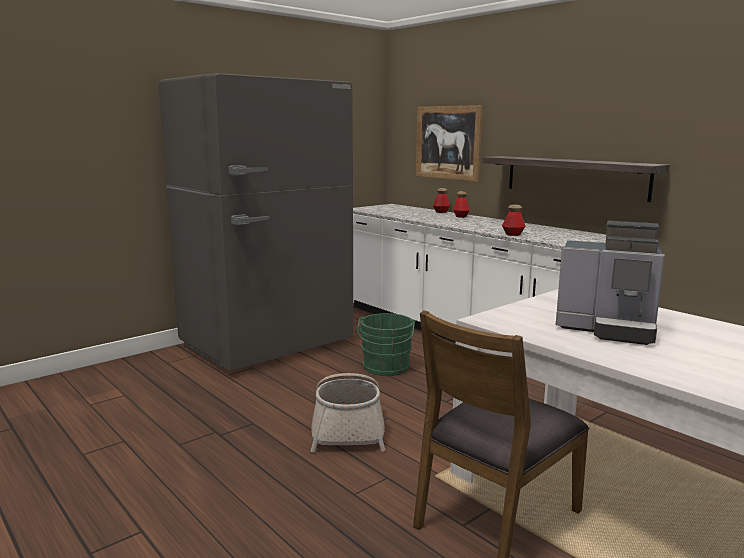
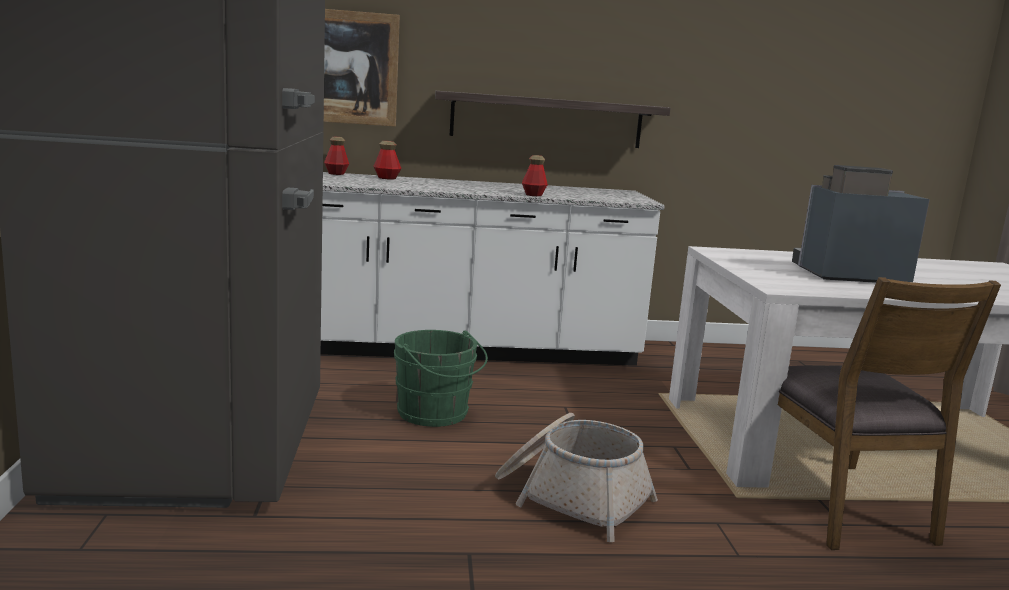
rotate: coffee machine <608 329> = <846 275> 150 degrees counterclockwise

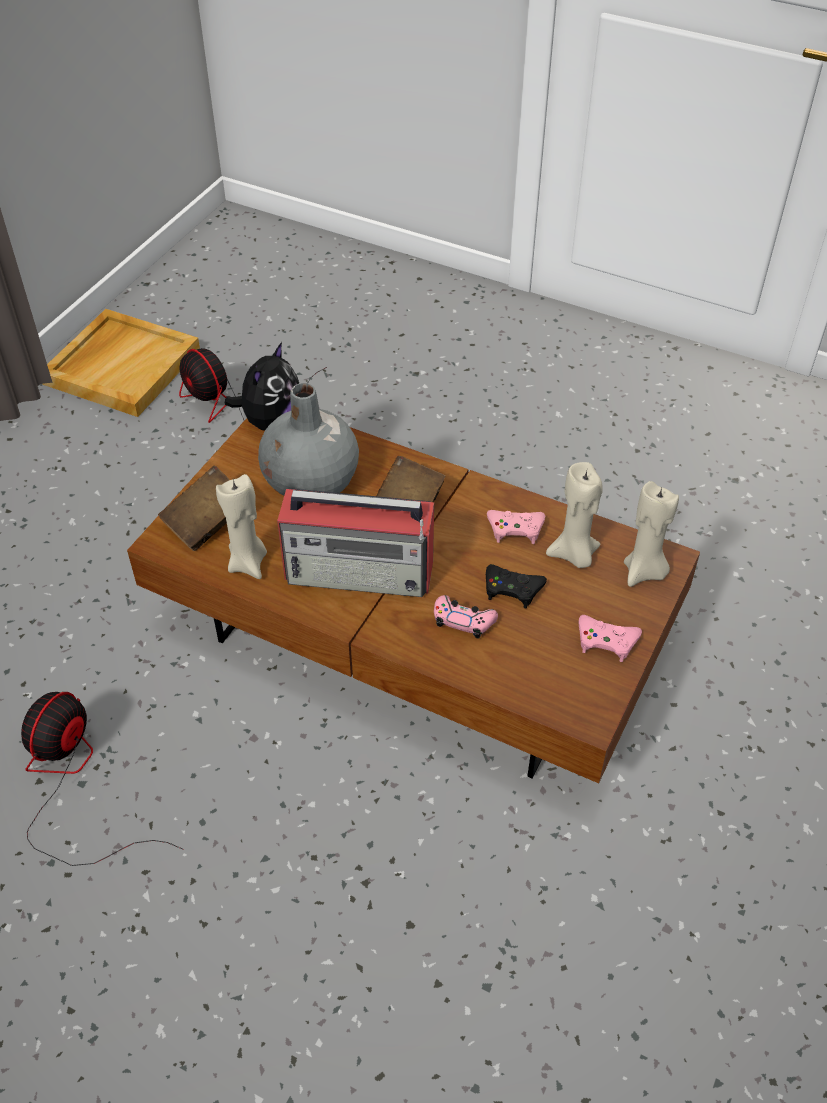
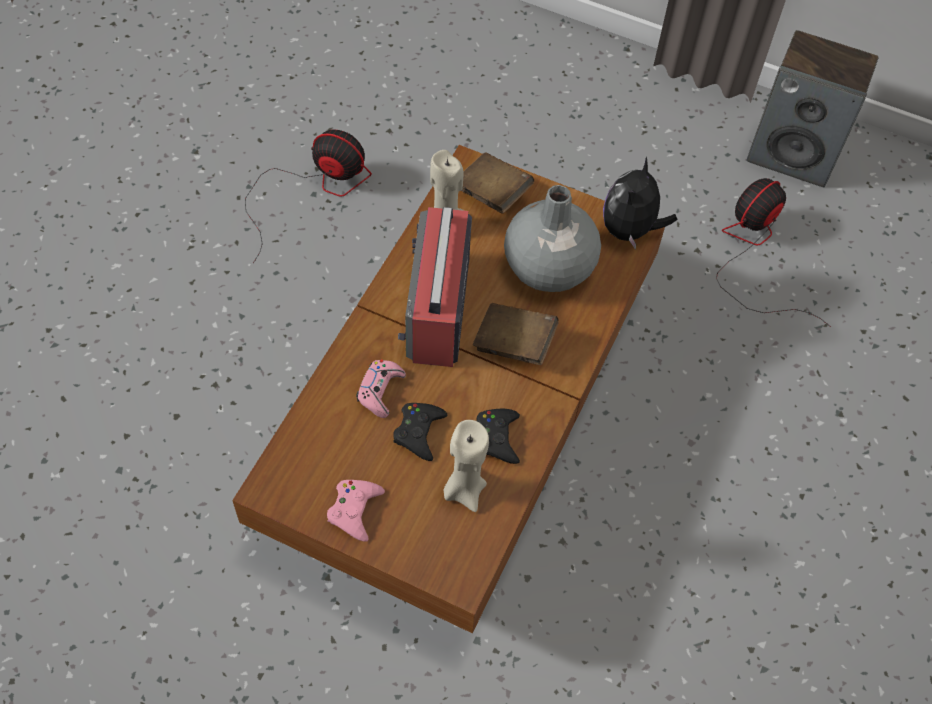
delete: beige candle <644 572>
replace: beige tray <122 366> to speaker <793 154>
recolor: pink game controller <515 529> to black game controller <497 438>
rotate: plush toy <270 421> = <630 230> 90 degrees clockwise

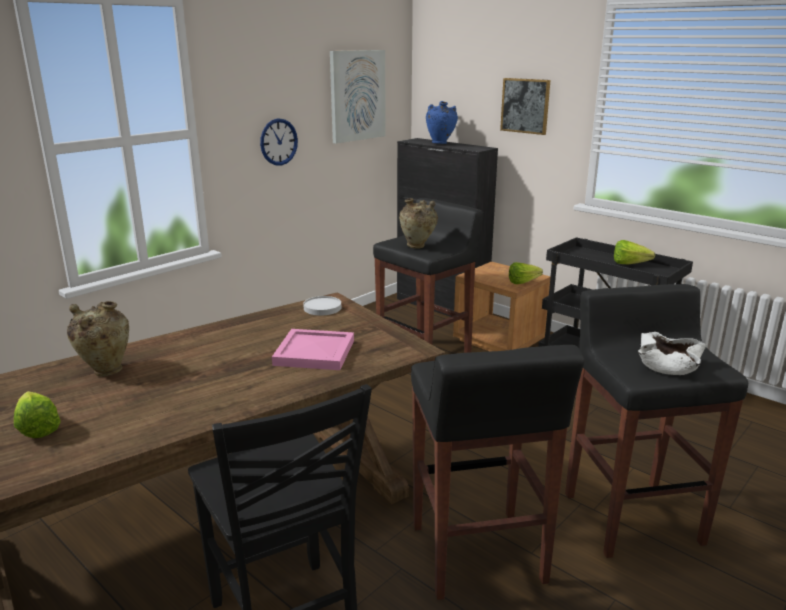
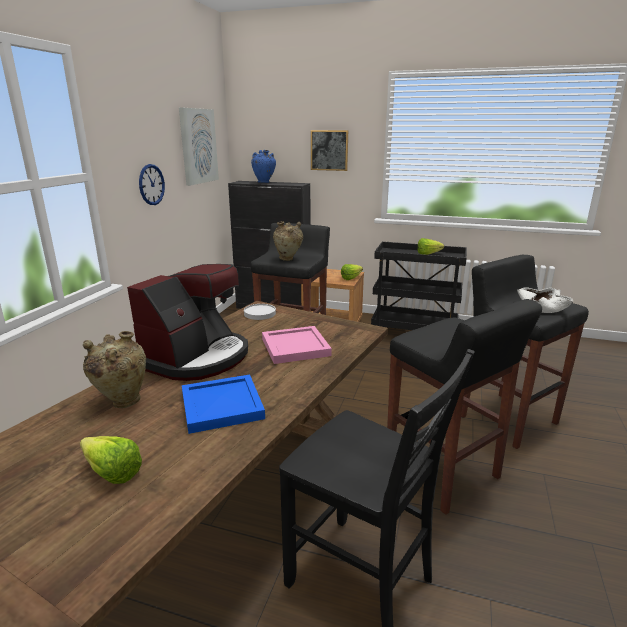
insert: coffee machine <197 358>; blue tray <223 405>

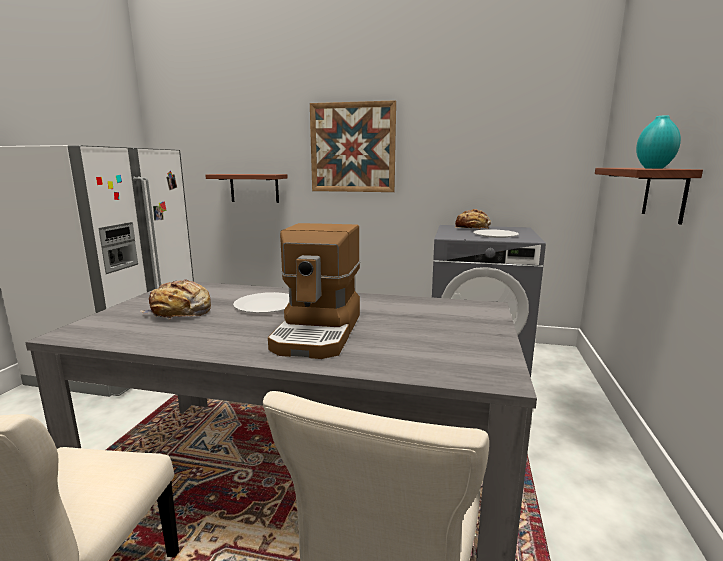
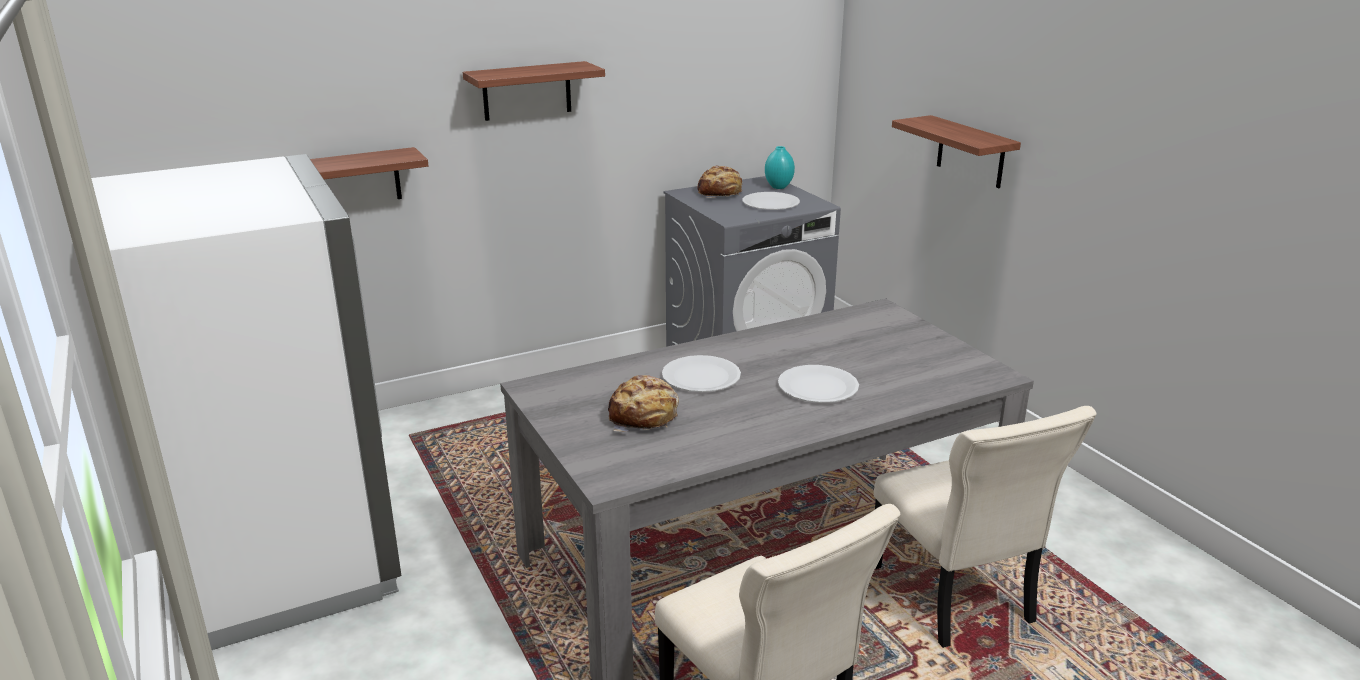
move: turquoise vase <654 168> to <779 187>
replace: picture <352 148> to shelf <527 91>; coffee machine <319 332> to white plate <818 386>

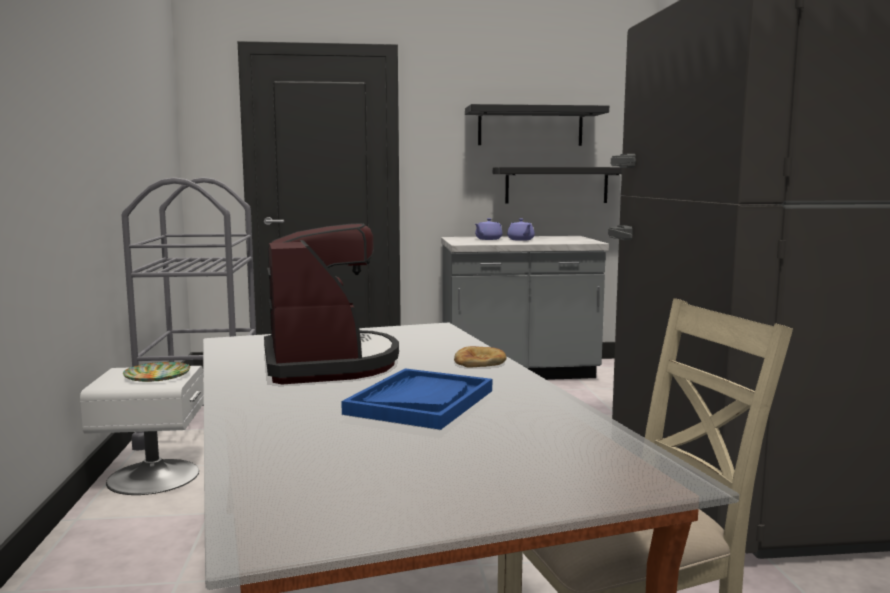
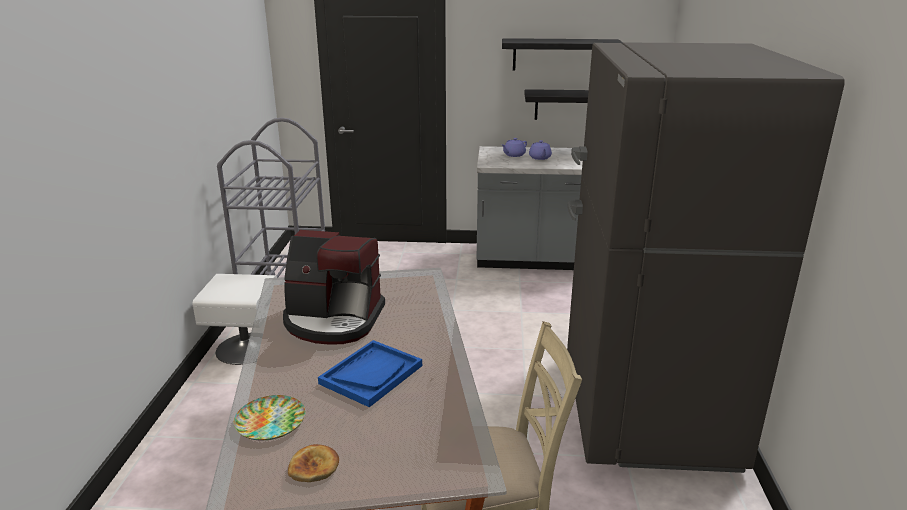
move: bread <480 362> to <314 466>; plate <158 376> to <271 422>
rotate: coffee machine <328 363> = <333 320> 105 degrees clockwise

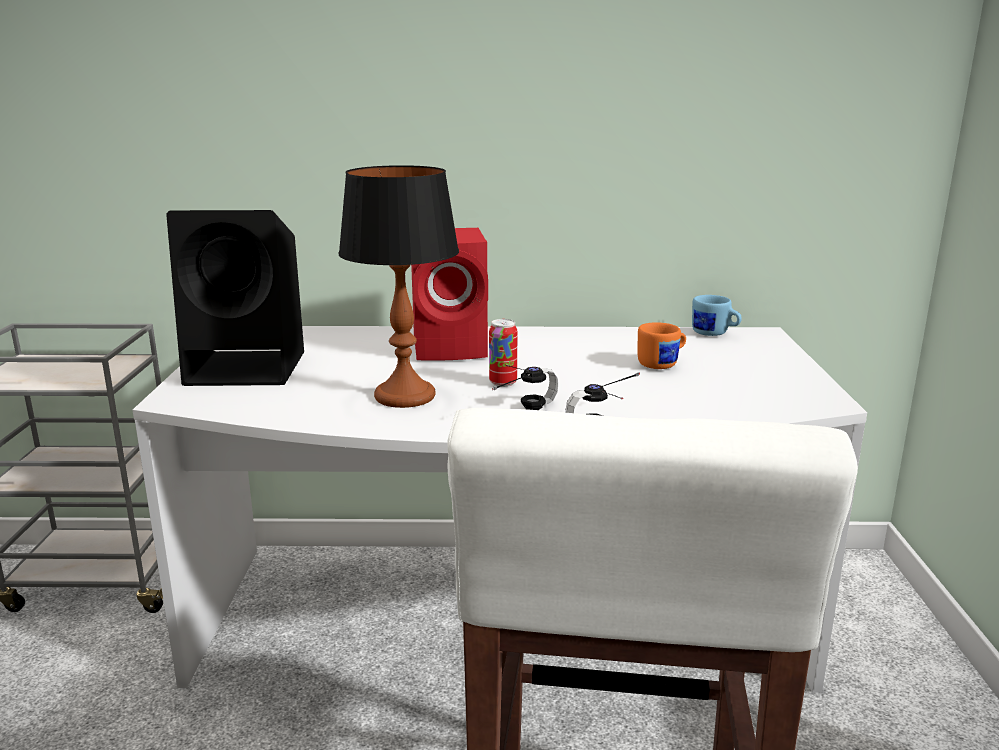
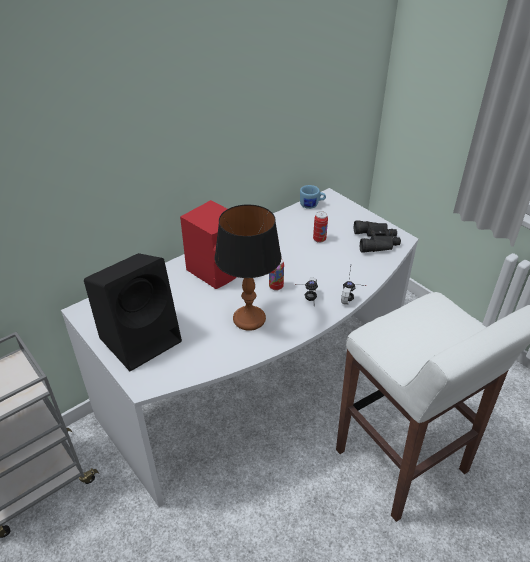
insert: black binoculars <377 241>
replace: orange mug <662 364> to can <319 239>

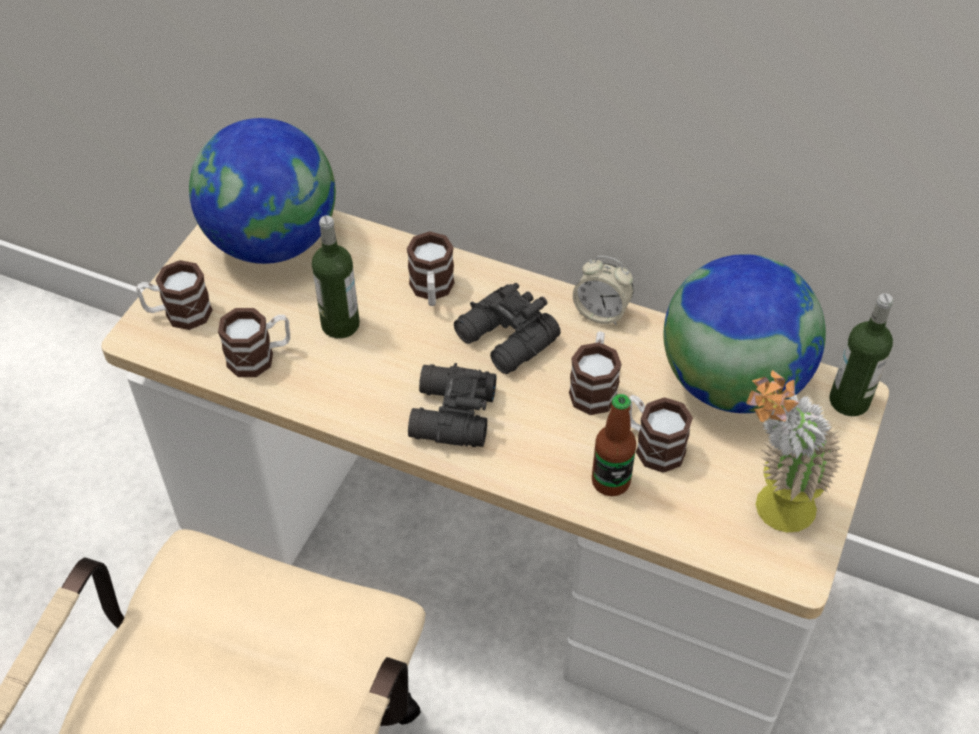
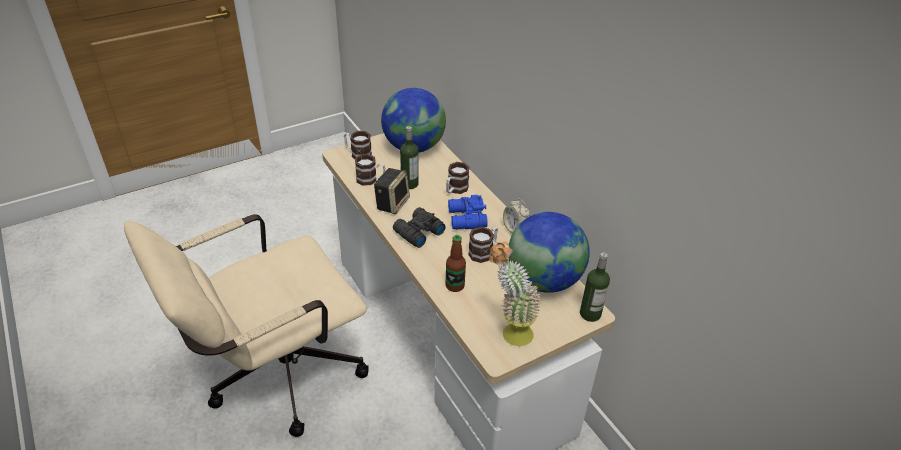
delete: mug <652 445>
insert: speaker <392 203>
recolor: black binoculars <506 340> to blue binoculars <466 219>

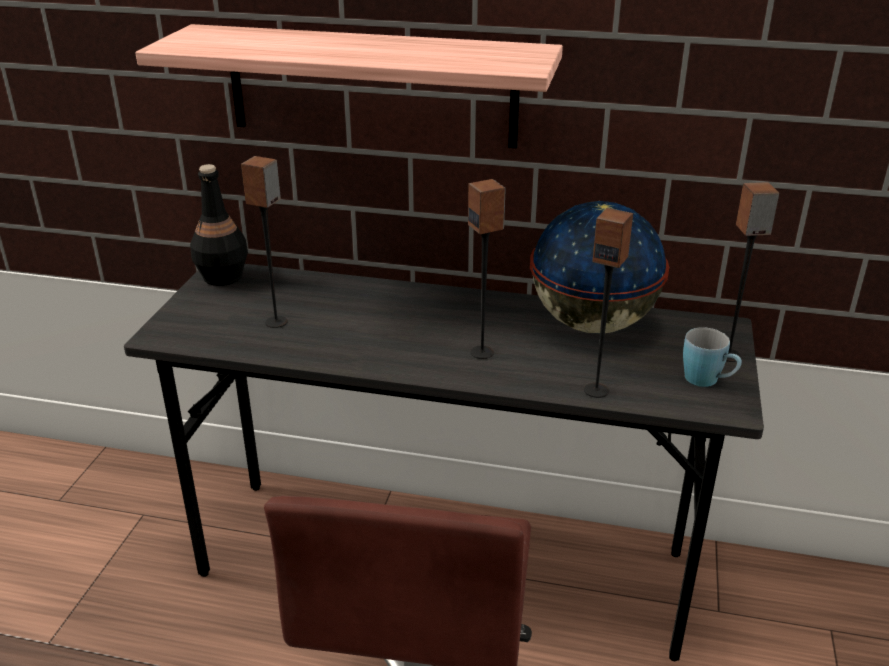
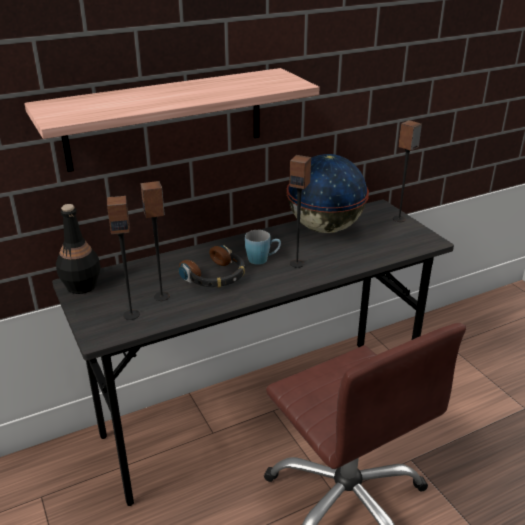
insert: headphones <215 276>
move: speaker <596 390> to <131 314>; blue mug <708 381> to <262 260>

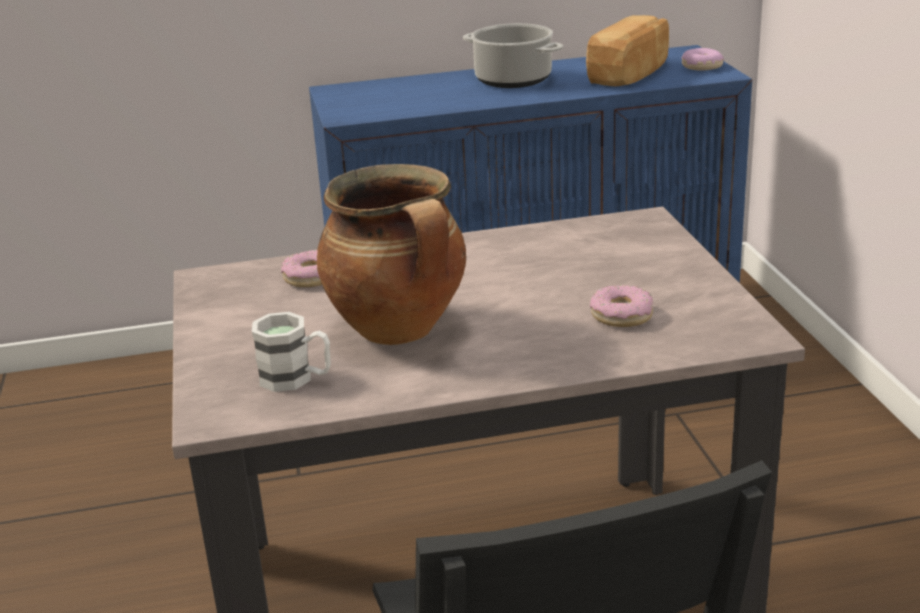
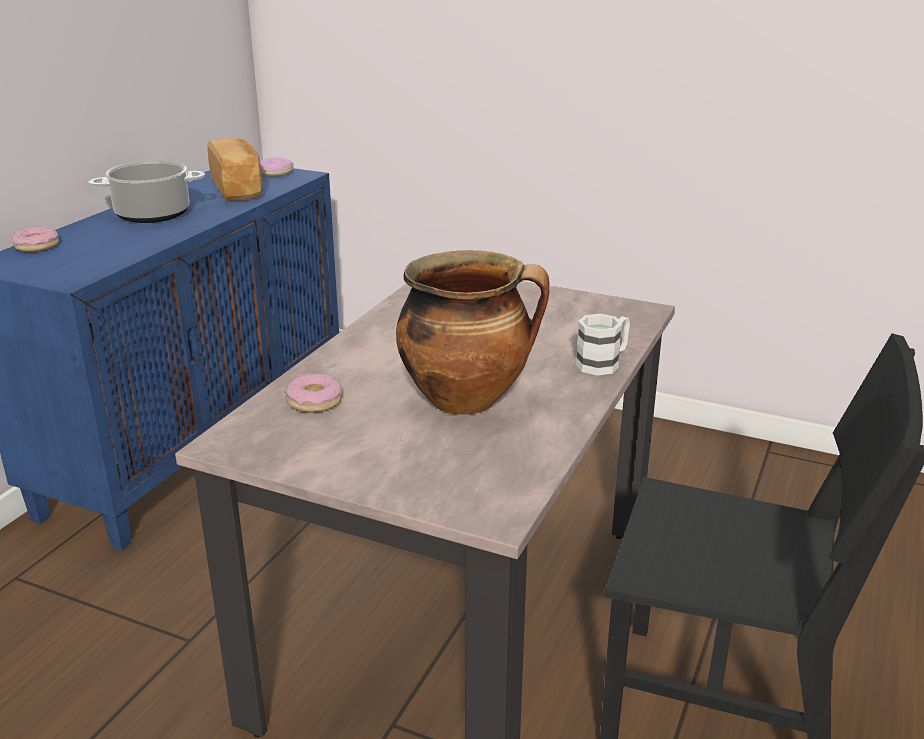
move: donut <622 315> to <37 246>; white mug <296 379> to <604 363>

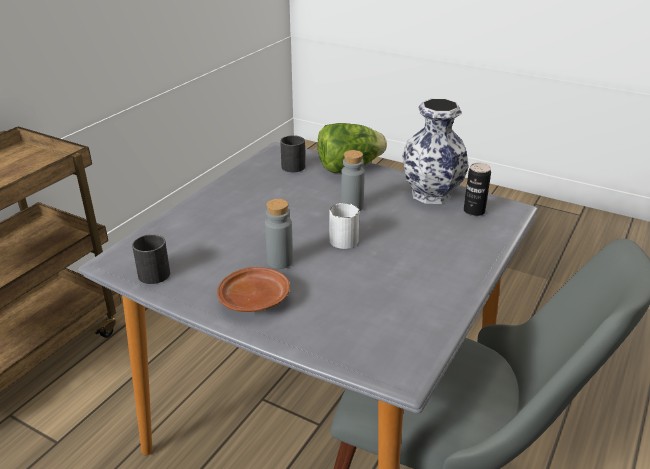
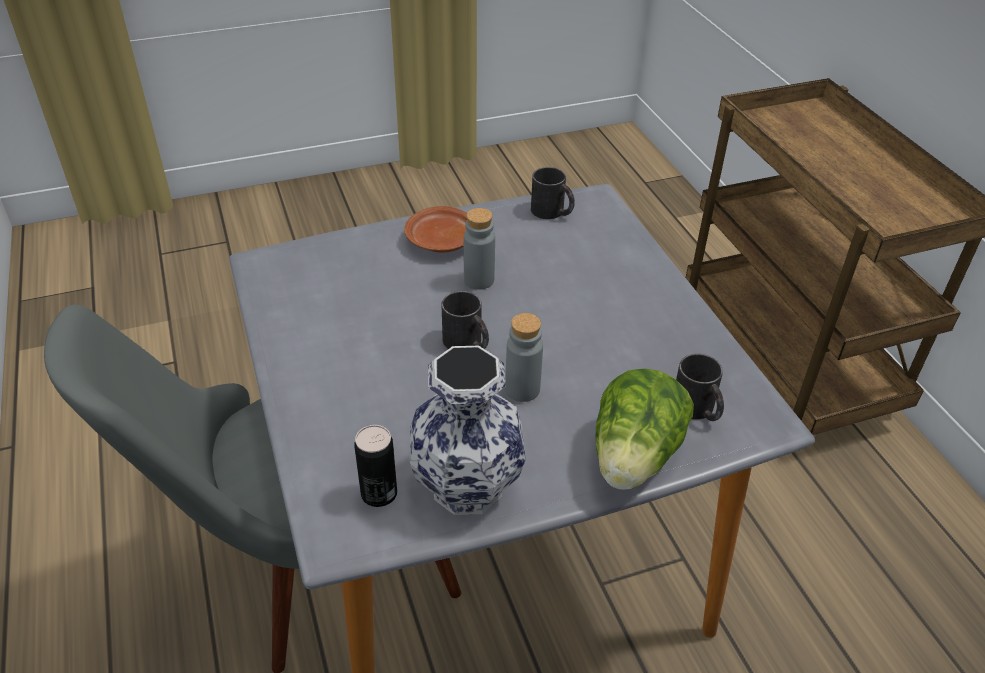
recolor: white mug <344 237> to black mug <467 343>

